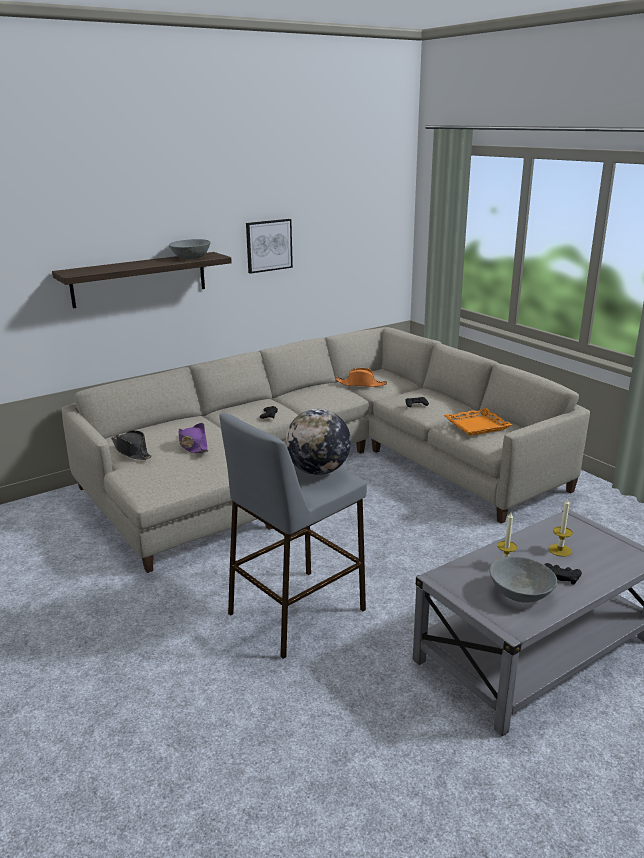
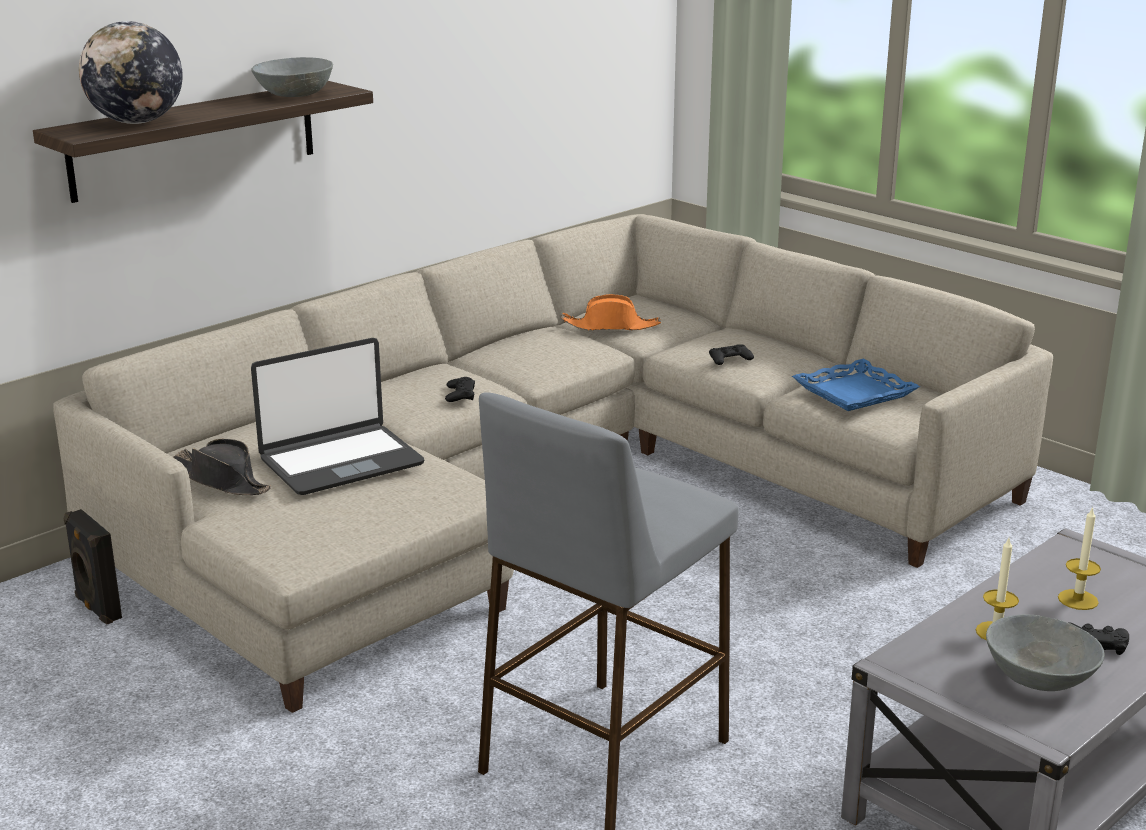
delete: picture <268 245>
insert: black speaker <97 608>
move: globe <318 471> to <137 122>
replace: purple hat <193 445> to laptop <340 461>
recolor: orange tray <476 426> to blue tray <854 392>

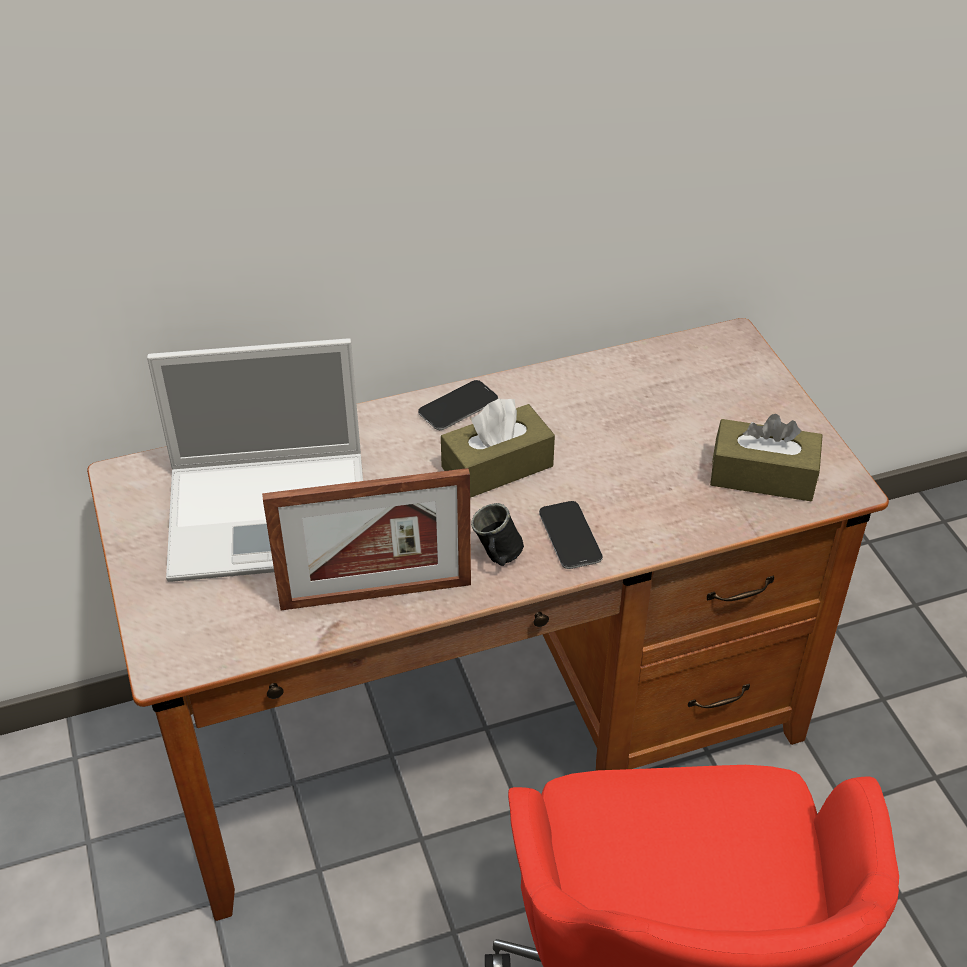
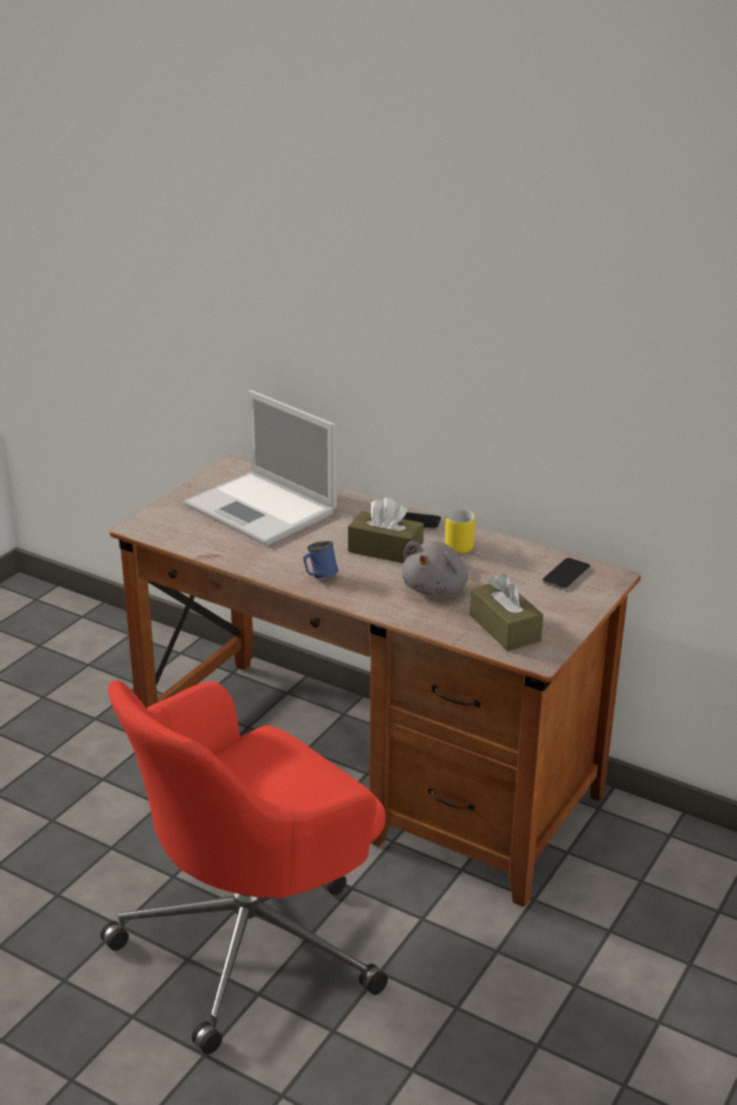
delete: picture frame <376 594>
insert: yellow mug <460 544>; grey plush toy <436 588>
move: phone <570 536> to <566 575>
recolor: black mug <497 558> to blue mug <319 576>

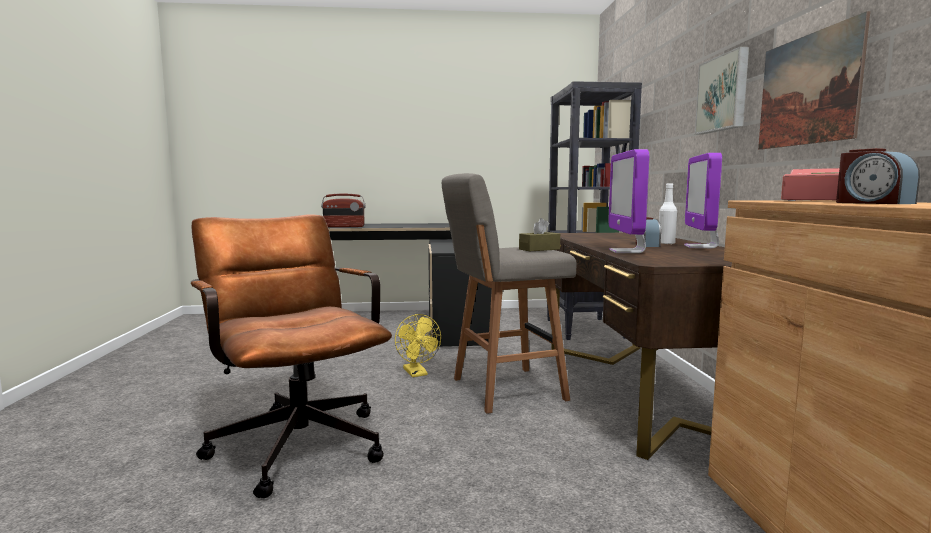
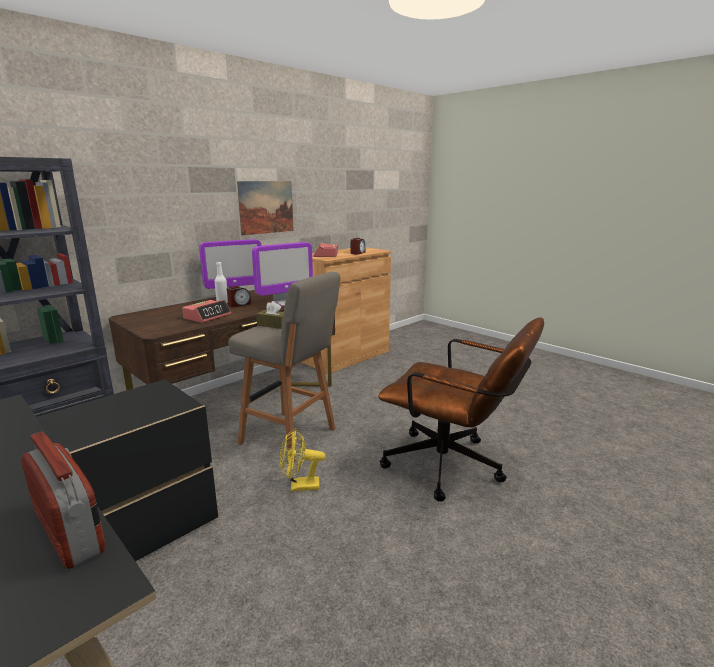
delete: picture <724 93>
insert: alarm clock <207 316>
rotate: brown office chair <295 440> = <453 468> 75 degrees counterclockwise; yellow fan <417 373> = <300 486> 120 degrees counterclockwise

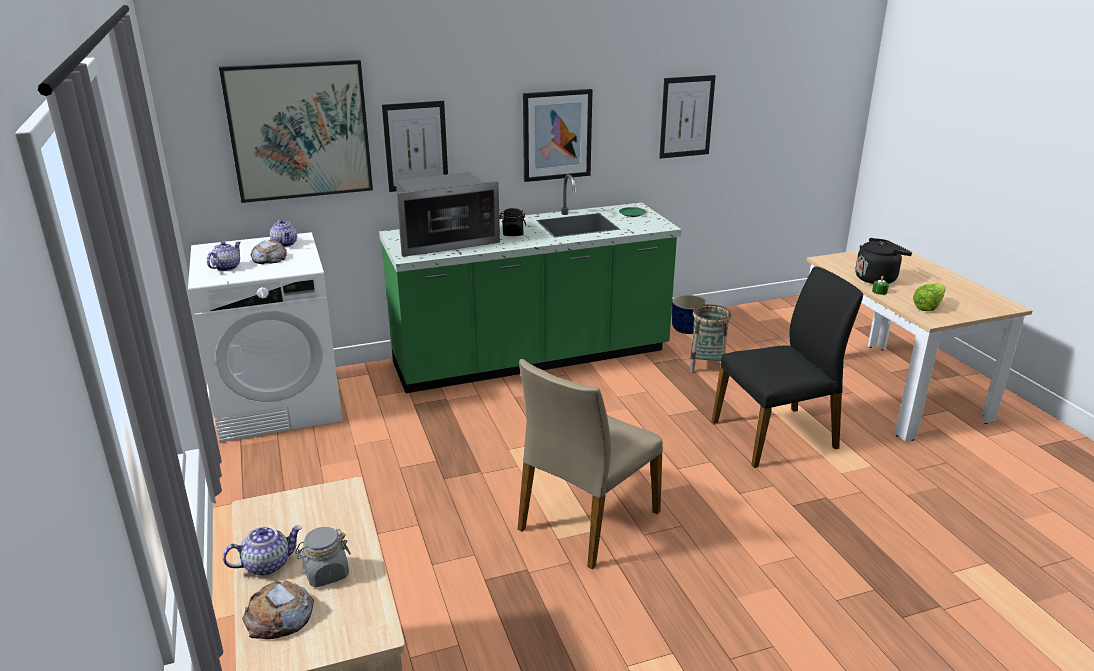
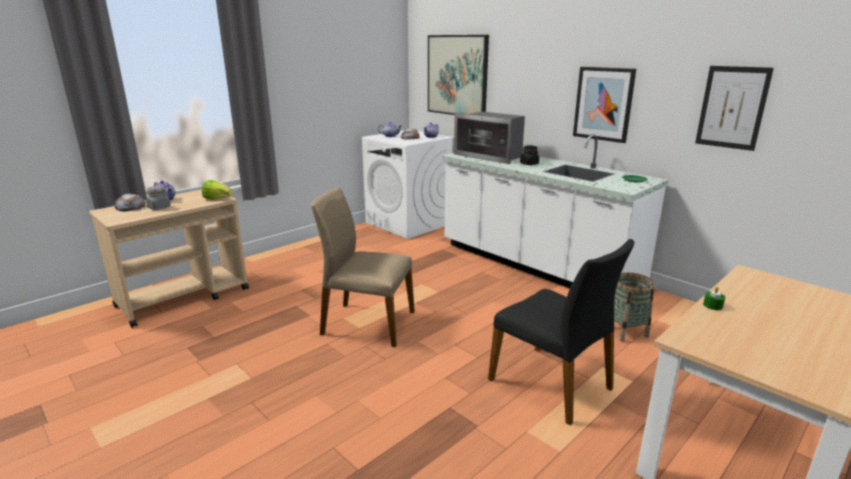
delete: picture <416 146>; black kettle <877 278>; blue planter <687 329>
move: lettuce <928 306> to <217 199>
recolor: green counter <531 359> to white counter <535 266>

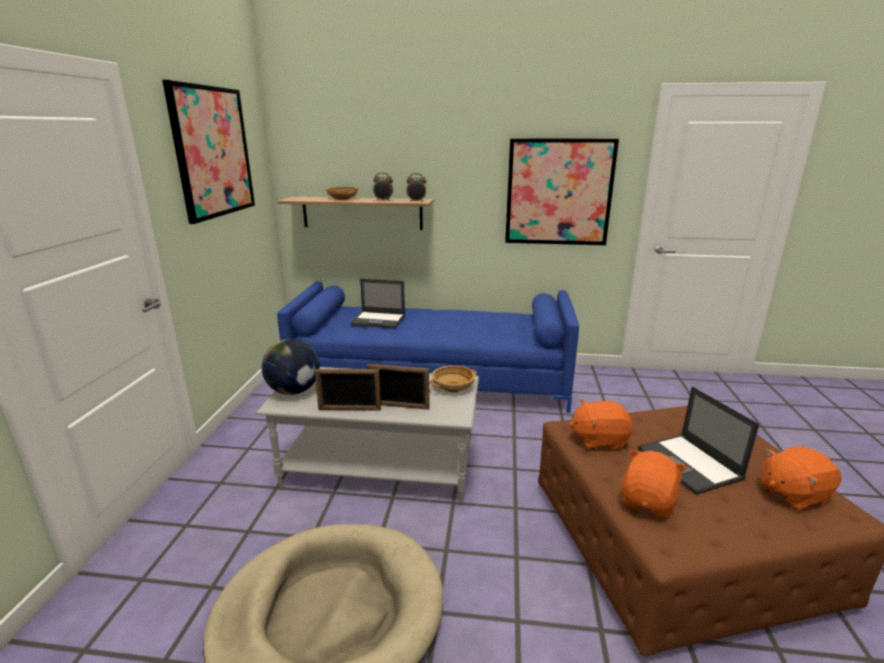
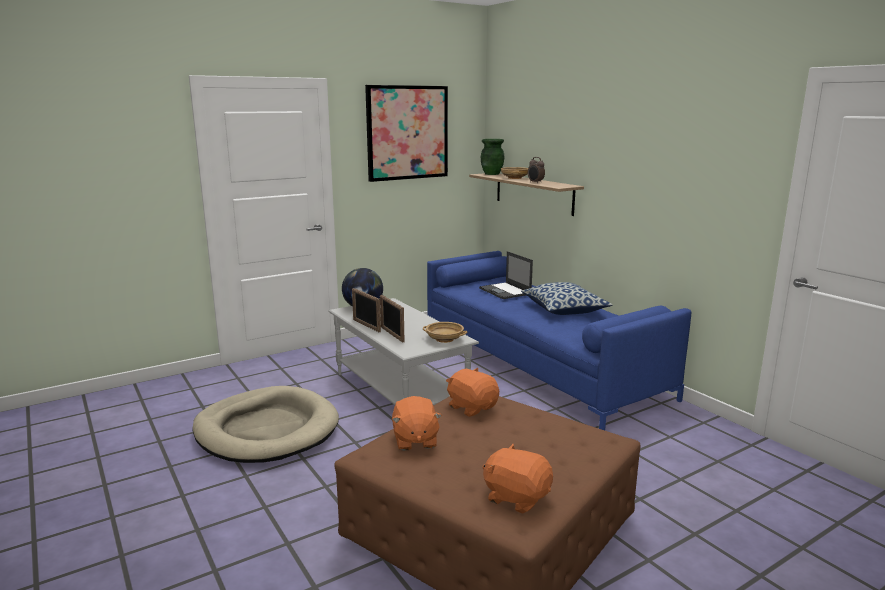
delete: picture <558 192>; alarm clock <416 201>; laptop <690 464>
insert: green vase <492 174>; pillow <564 310>
rotate: orange plush toy <648 501> = <415 440> 90 degrees clockwise

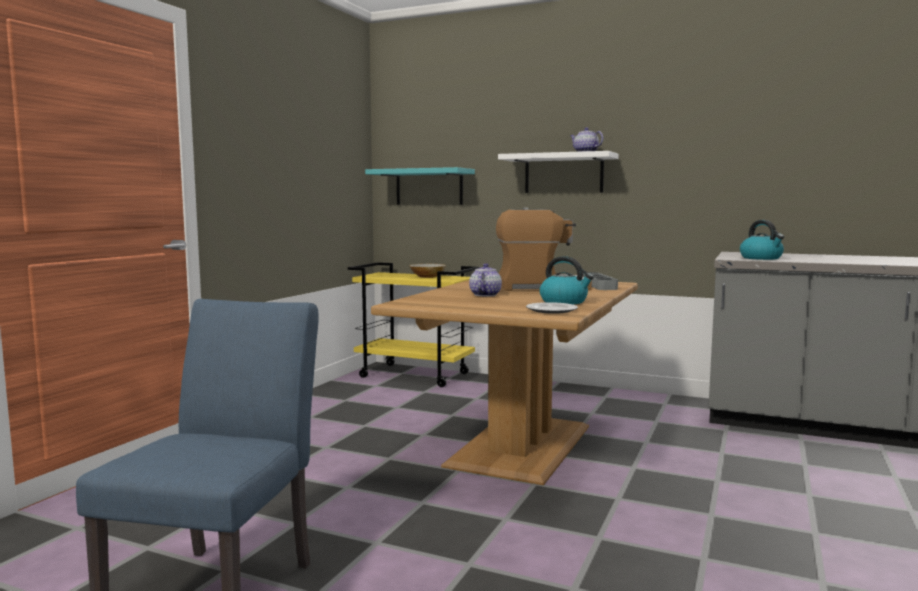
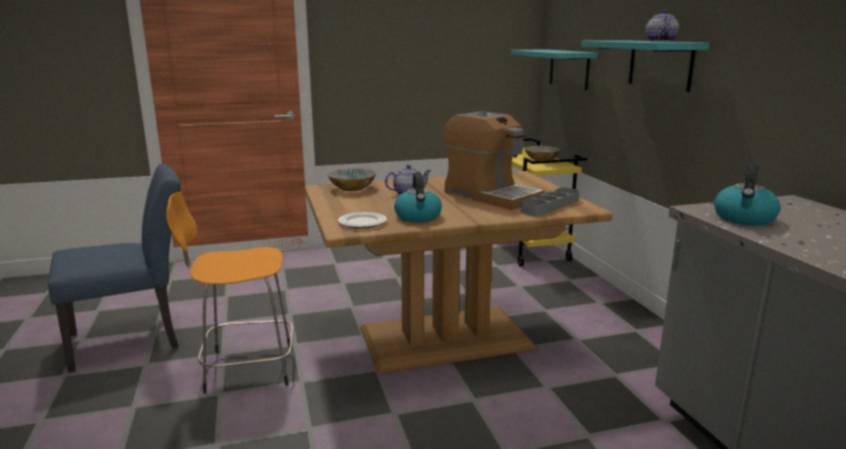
insert: bowl <353 188>; orange stool <245 368>
recolor: white shelf <563 174> to turquoise shelf <660 64>

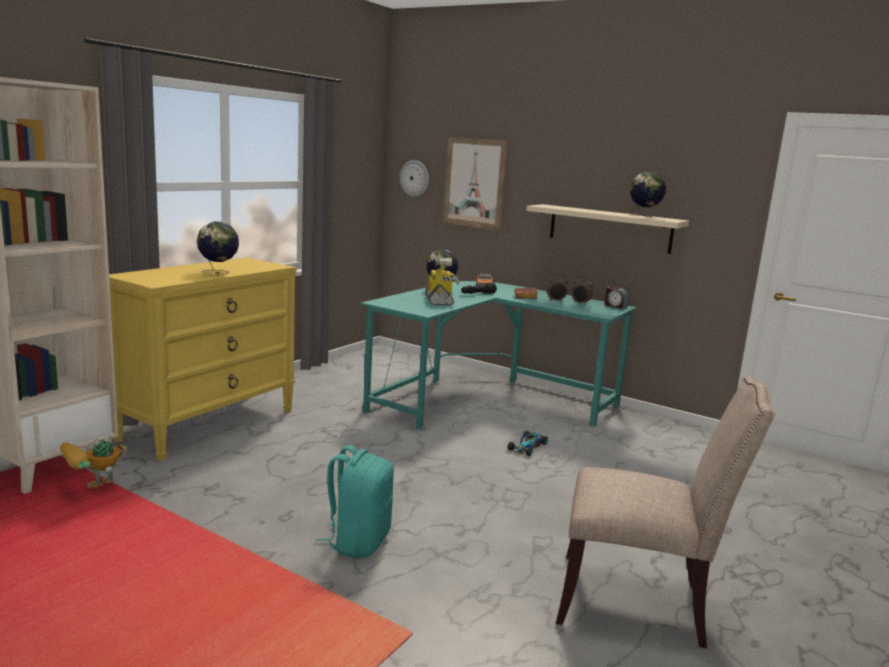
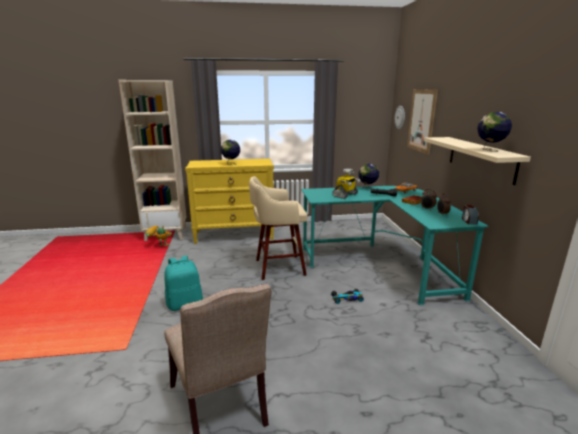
insert: beige stool <278 267>

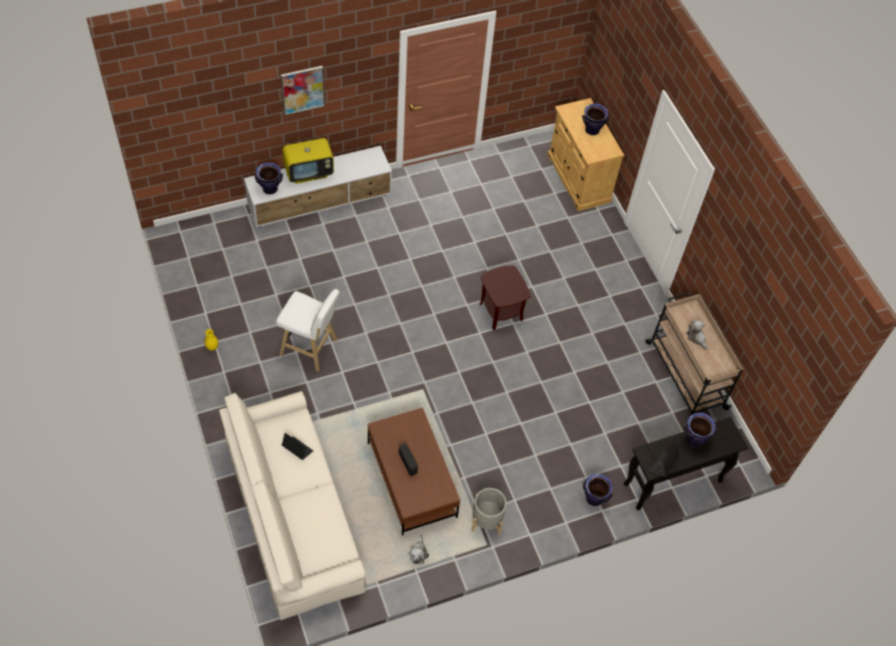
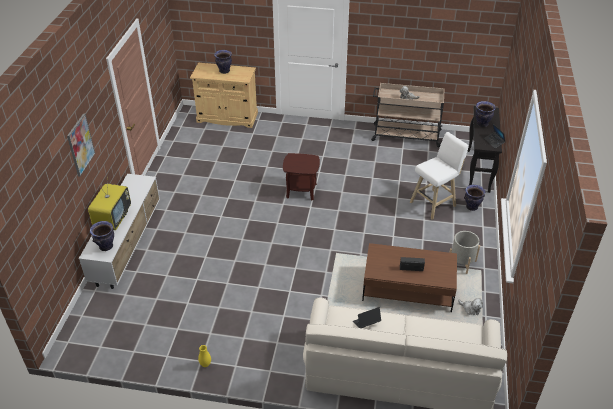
move: white stool <311 349> to <434 203>

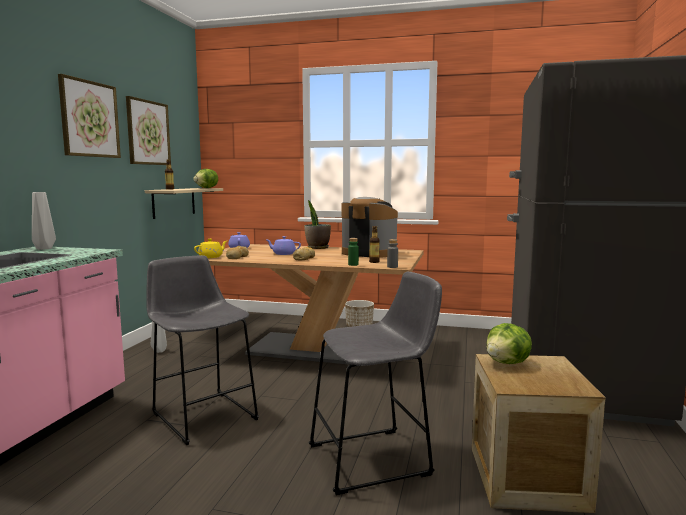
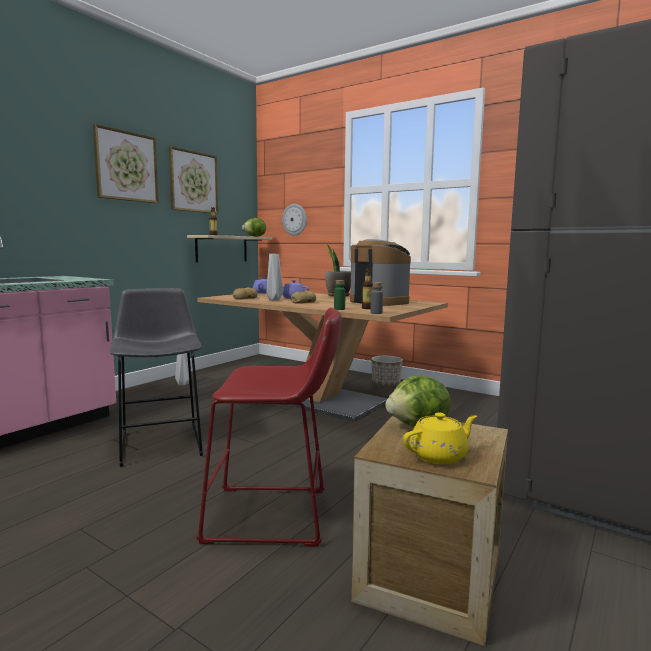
insert: wall clock <295 219>
move: grey vase <45 248> to <275 299>; yellow teapot <211 257> to <439 456>
recolor: grey stool <375 459> to red stool <275 516>

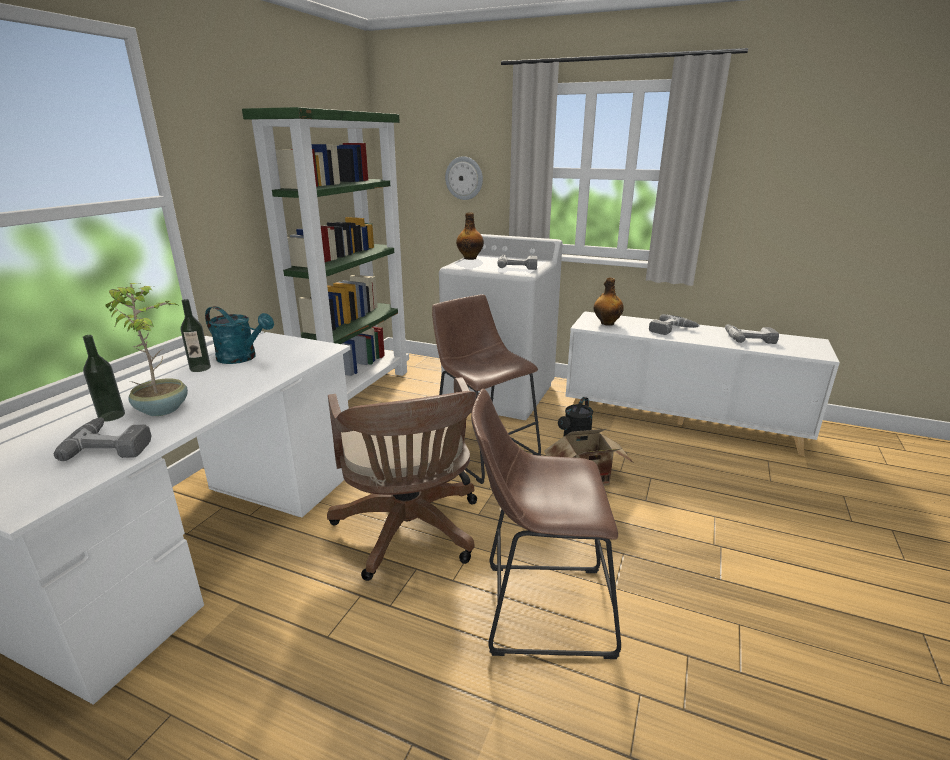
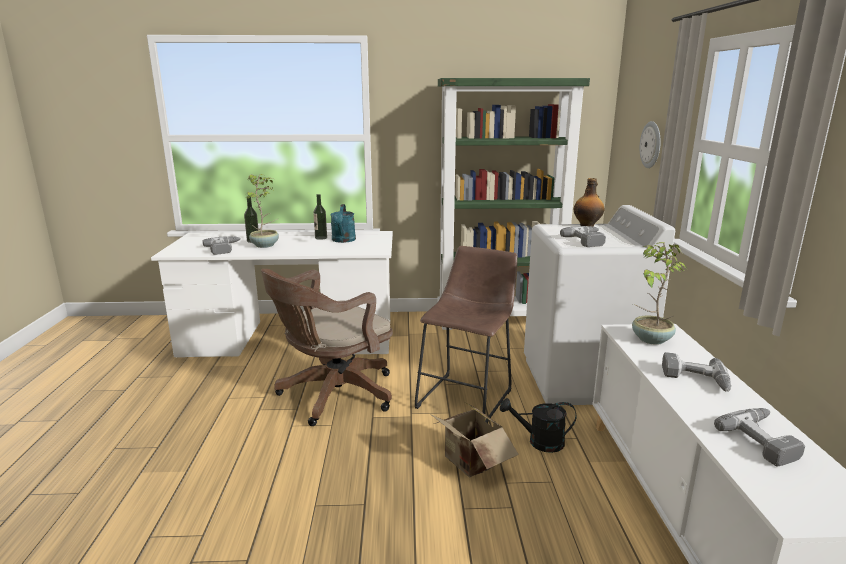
delete: brown stool <538 607>
replace: bottle <606 323> to potted plant <650 339>

